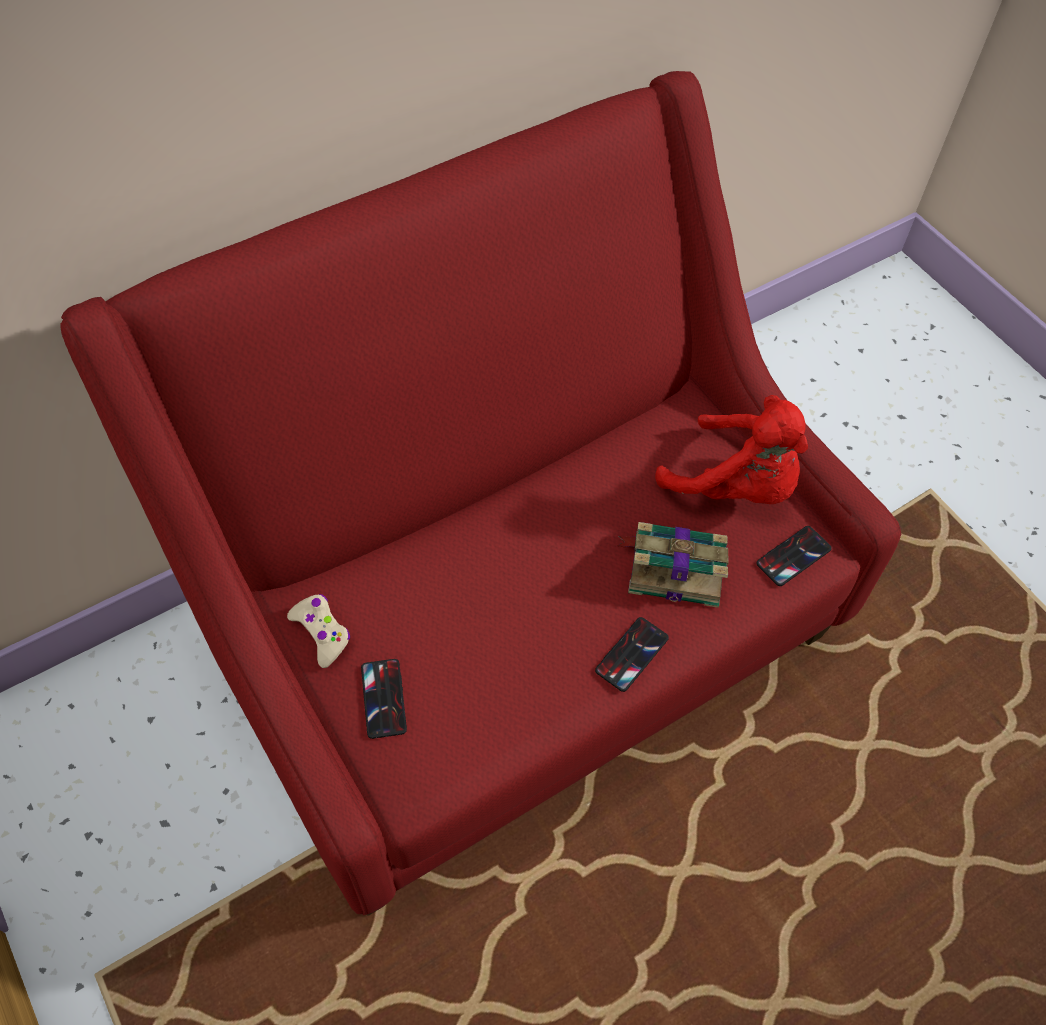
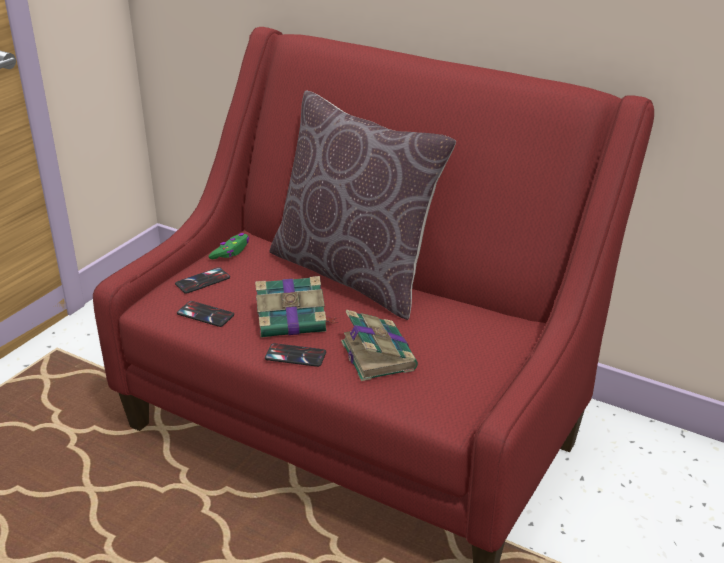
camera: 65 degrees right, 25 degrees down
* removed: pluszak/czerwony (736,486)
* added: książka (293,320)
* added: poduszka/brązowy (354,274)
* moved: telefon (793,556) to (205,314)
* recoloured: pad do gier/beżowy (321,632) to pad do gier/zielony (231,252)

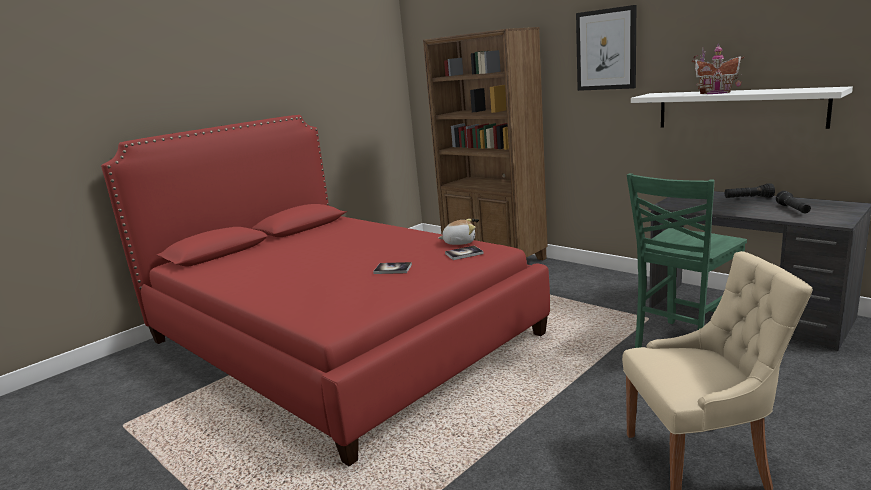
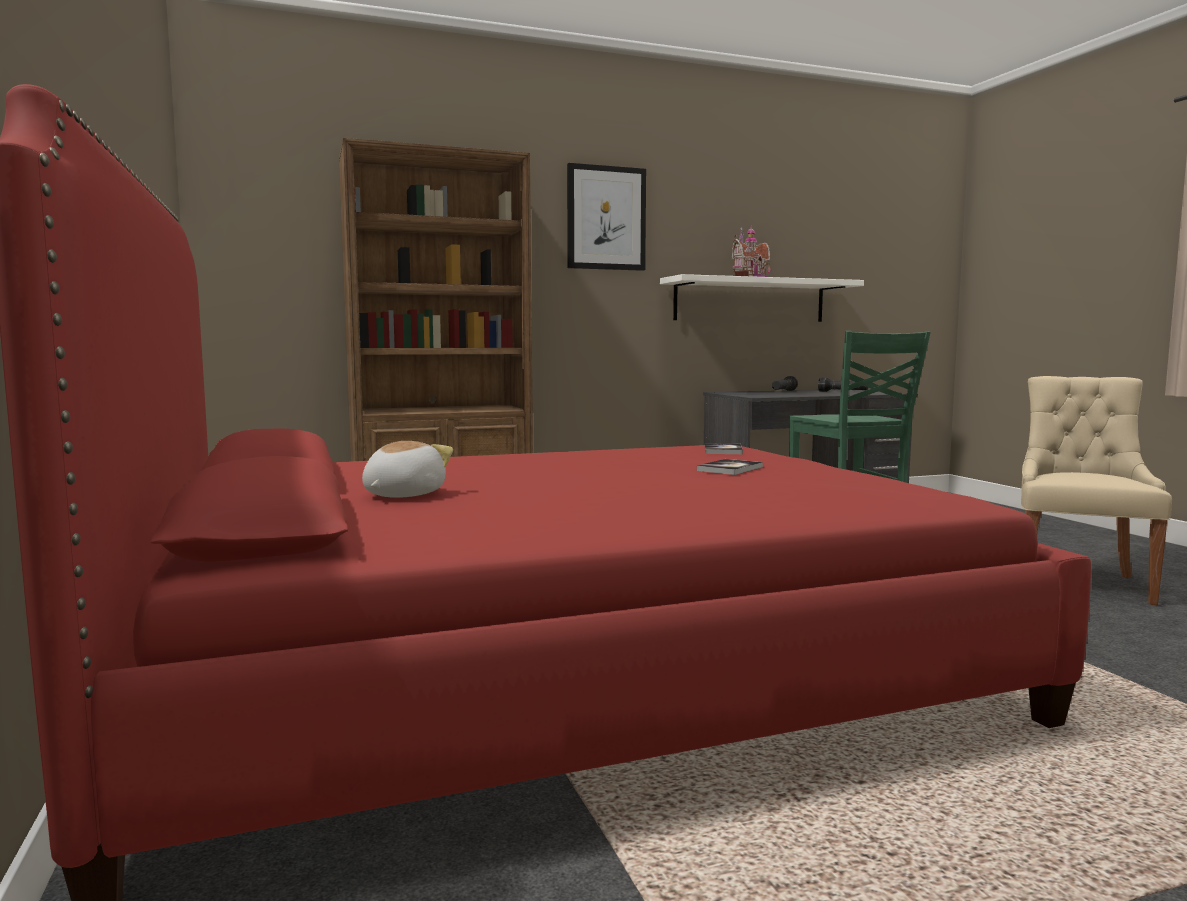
camera: 65 degrees left, 10 degrees down
* moved: pluszak (459,242) to (402,495)

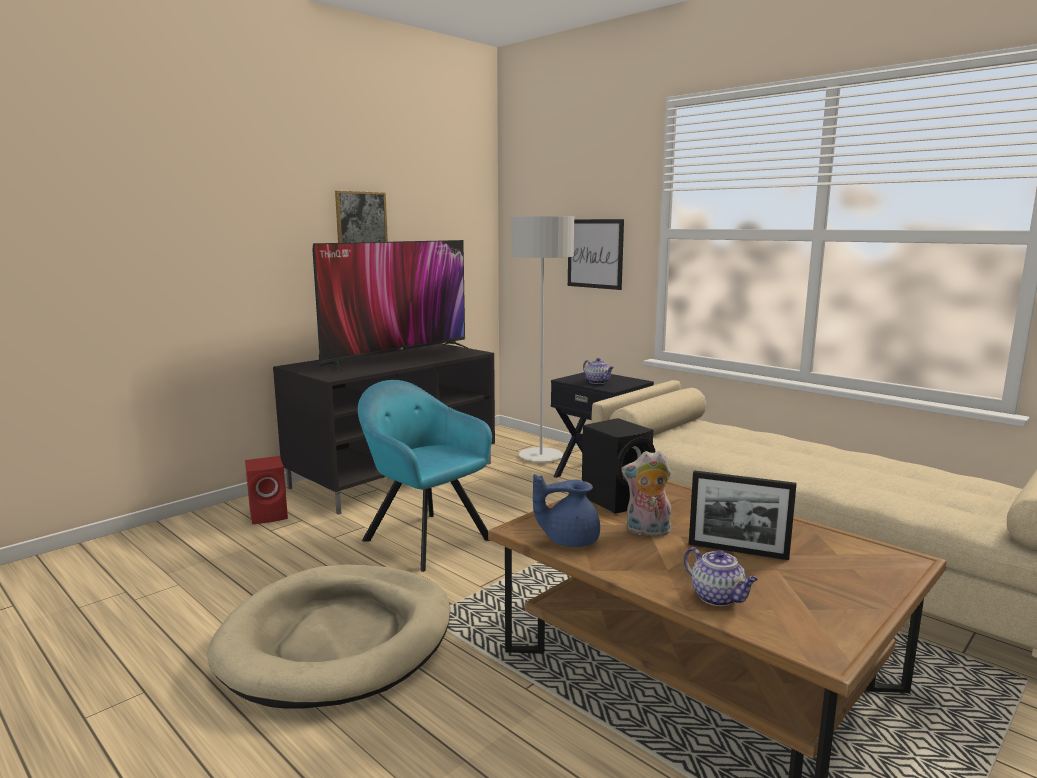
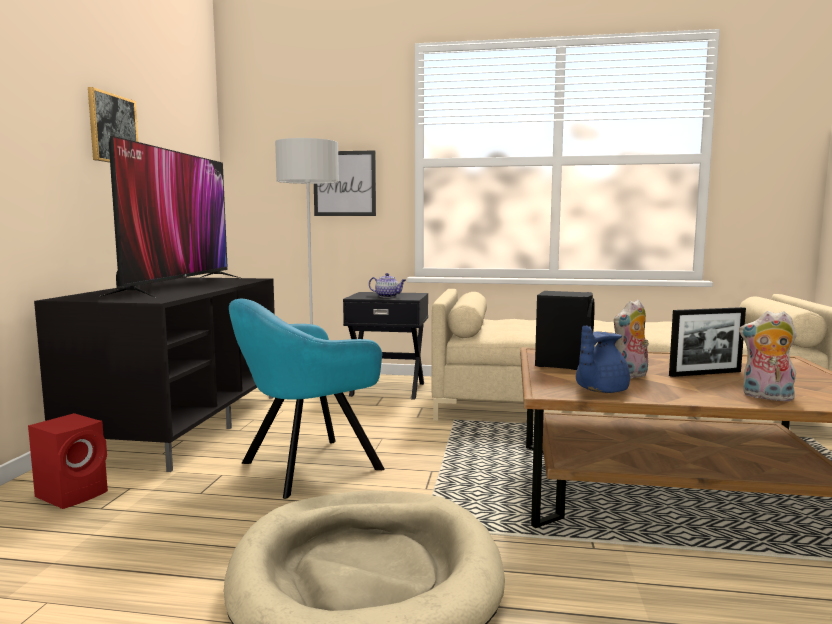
camera: 35 degrees left, 5 degrees down
* replaced: imbryk (718,598) to pluszak (766,397)
* turned: fotel/turkusowy (423,538) = (306,467) 45 degrees counterclockwise

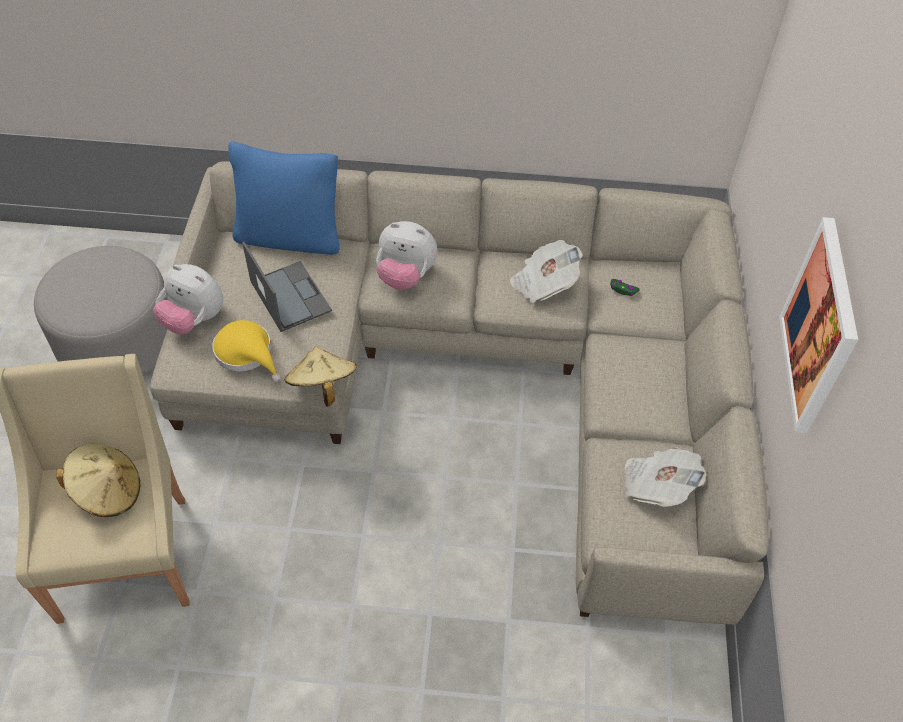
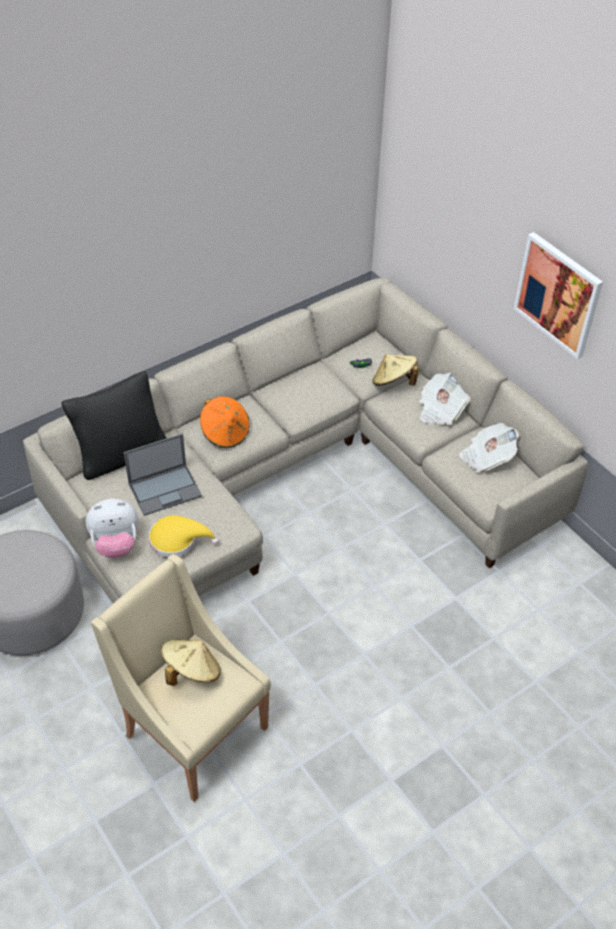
camera: 40 degrees left, 5 degrees down
* moved: kapelusz/beżowy (322,387) to (393,382)
* moved: gazeta (544,283) to (440,409)
* replaced: pluszak (405,276) to kapelusz/pomarańczowy (225,433)
* recoloured: poduszka/niebieski (290,237) to poduszka/czarny (121,455)
* turned: laptop (289,296) = (165,489) 135 degrees clockwise

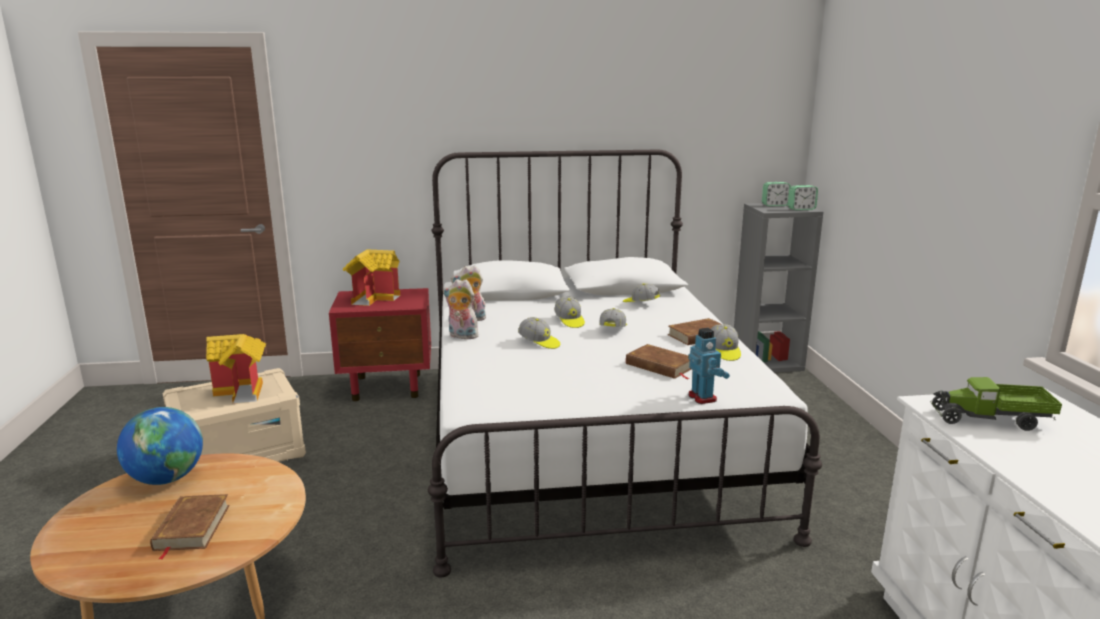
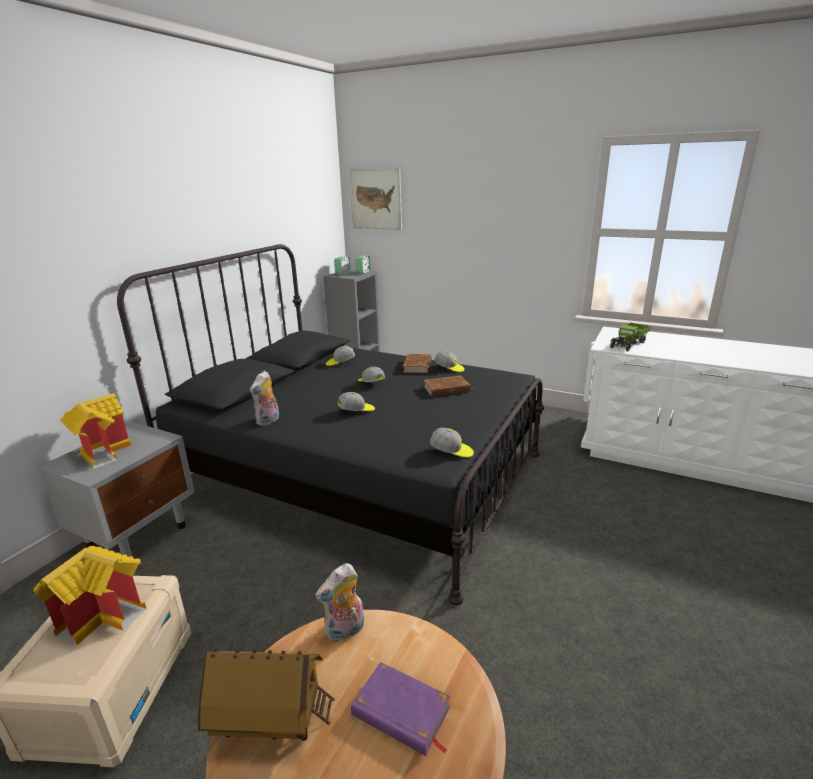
camera: 55 degrees left, 5 degrees up
* removed: robot zabawkowy (703,397)
* added: obraz (375,199)
* moved: pluszak (461,336) to (345,631)
* moved: czapka z daszkiem (569,321) to (451,451)
* replaced: globus (167,479) to domek (271,720)
* recoloured: książka/brązowy (191,527) to książka/fioletowy (401,712)
* recoloured: szafka nocna/czerwony (388,386) to szafka nocna/szary (139,535)
* recoloured: łóżko/biały (585,439) to łóżko/czarny (360,474)

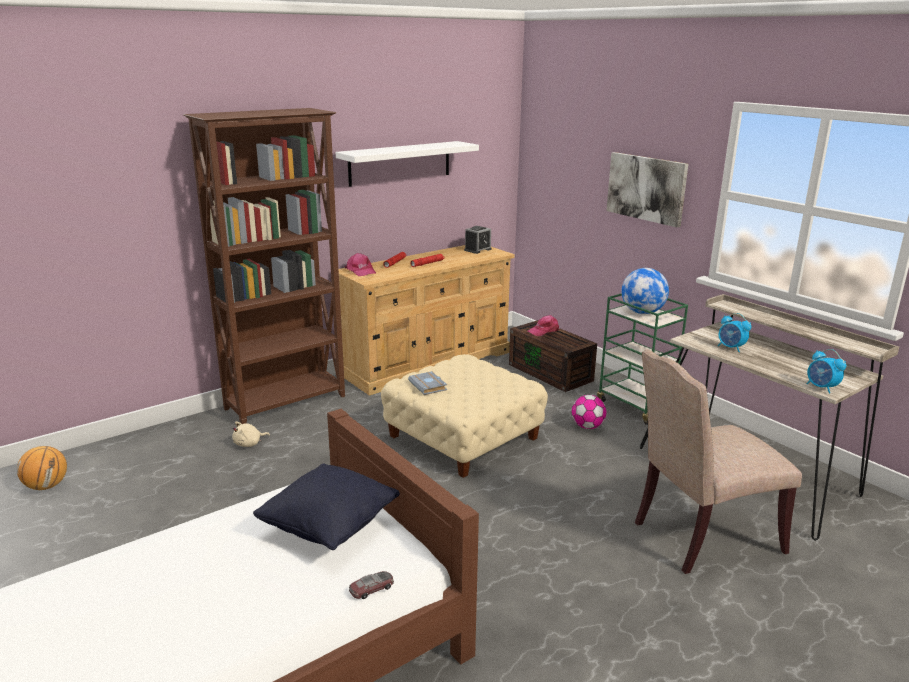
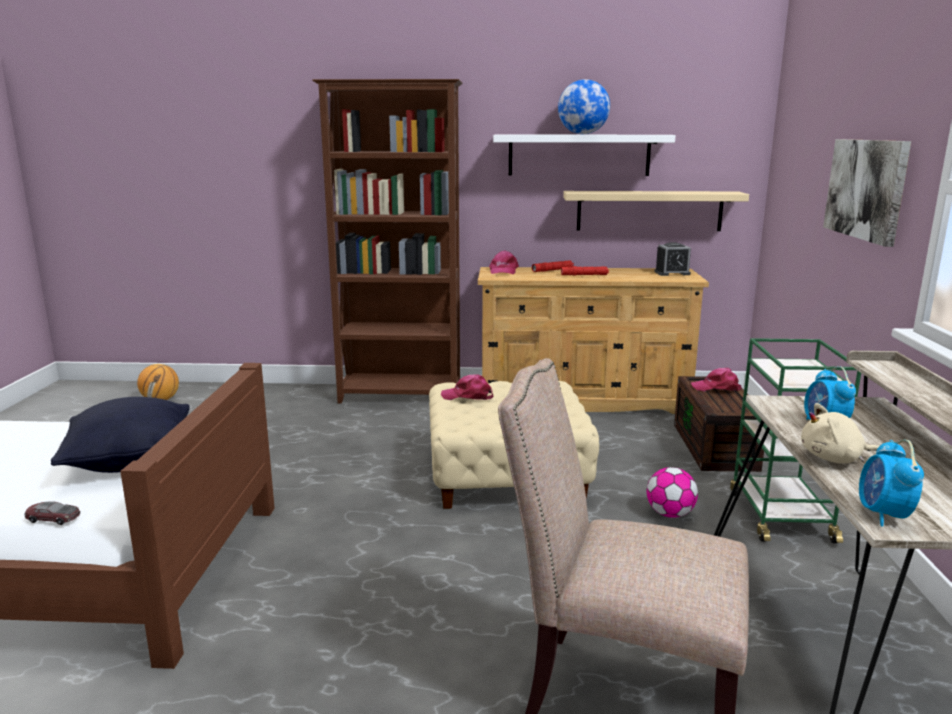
camera: 40 degrees right, 5 degrees down
* added: półka/beżowy (649,211)
* moved: pluszak/beżowy (249,444) to (834,459)
* moved: globus (642,312) to (583,134)
* replaced: książka/szary (429,386) to czapka z daszkiem/różowy (468,396)

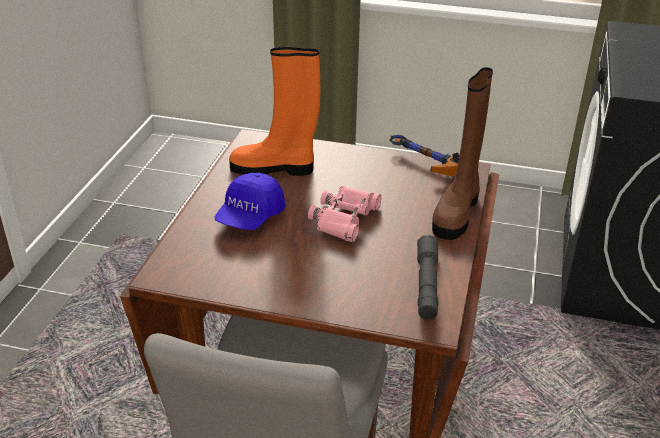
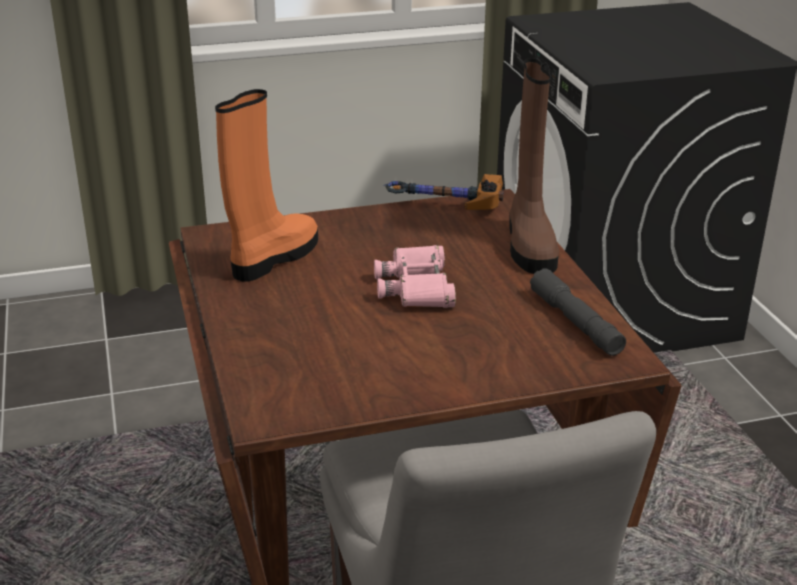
camera: 30 degrees left, 5 degrees down
* removed: czapka z daszkiem/niebieski (250,217)
* turned: but z cholewką/pomarańczowy (275,168) = (273,258) 150 degrees clockwise

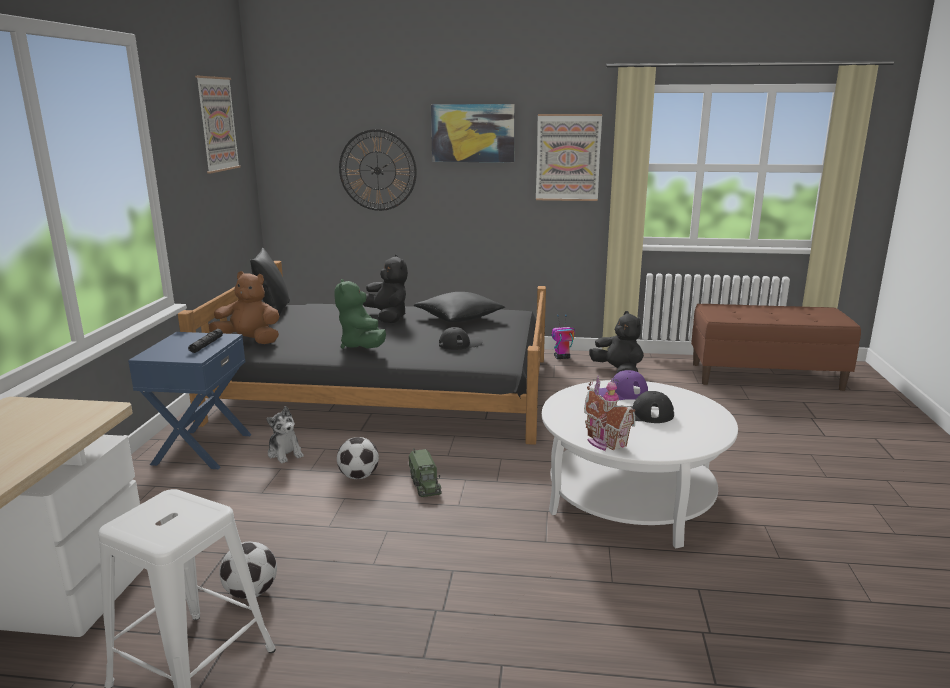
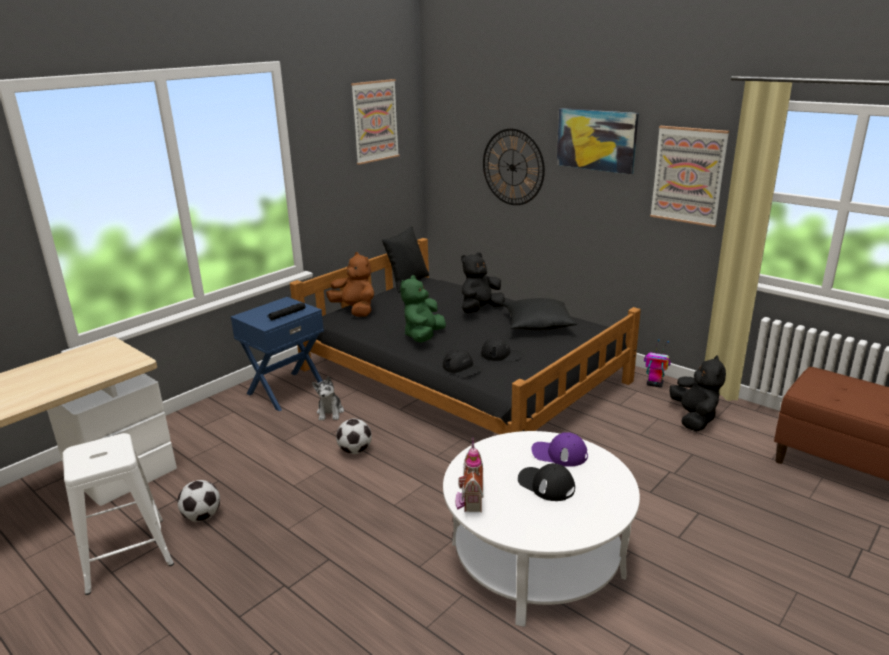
camera: 35 degrees right, 5 degrees up
* removed: ciężarówka zabawkowa (425,485)
* added: czapka z daszkiem/czarny (462,368)
* turned: pluszak/czarny (388,317) = (480,310) 135 degrees counterclockwise

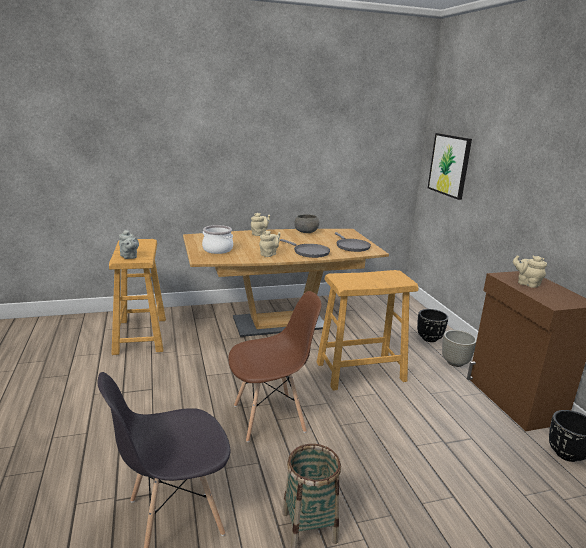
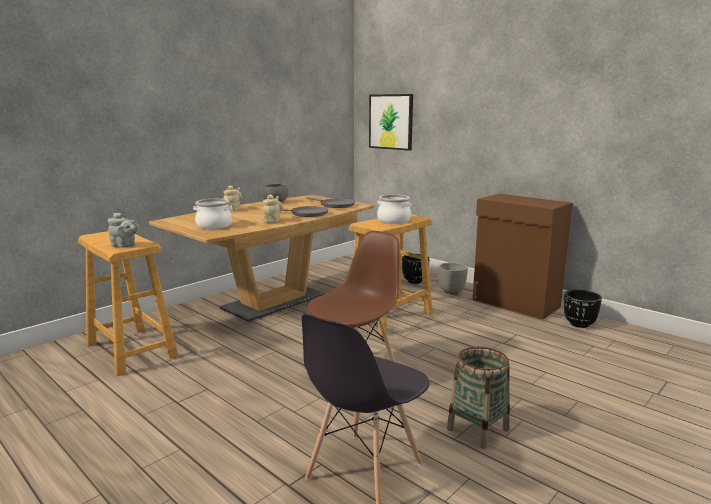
camera: 30 degrees left, 5 degrees down
* removed: imbryk/beżowy (526,283)
* added: garnek (393,221)

